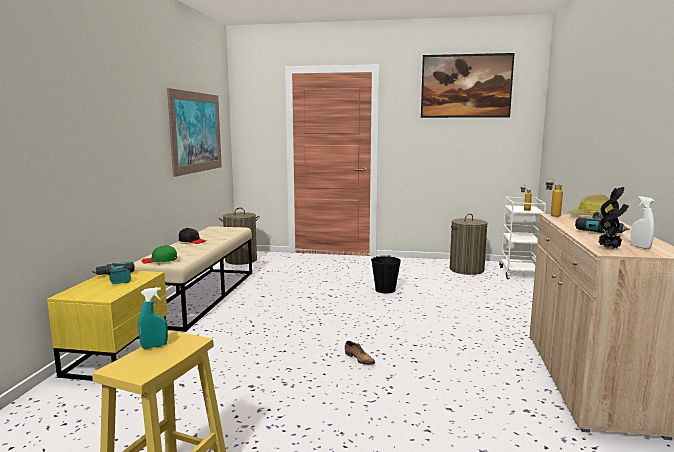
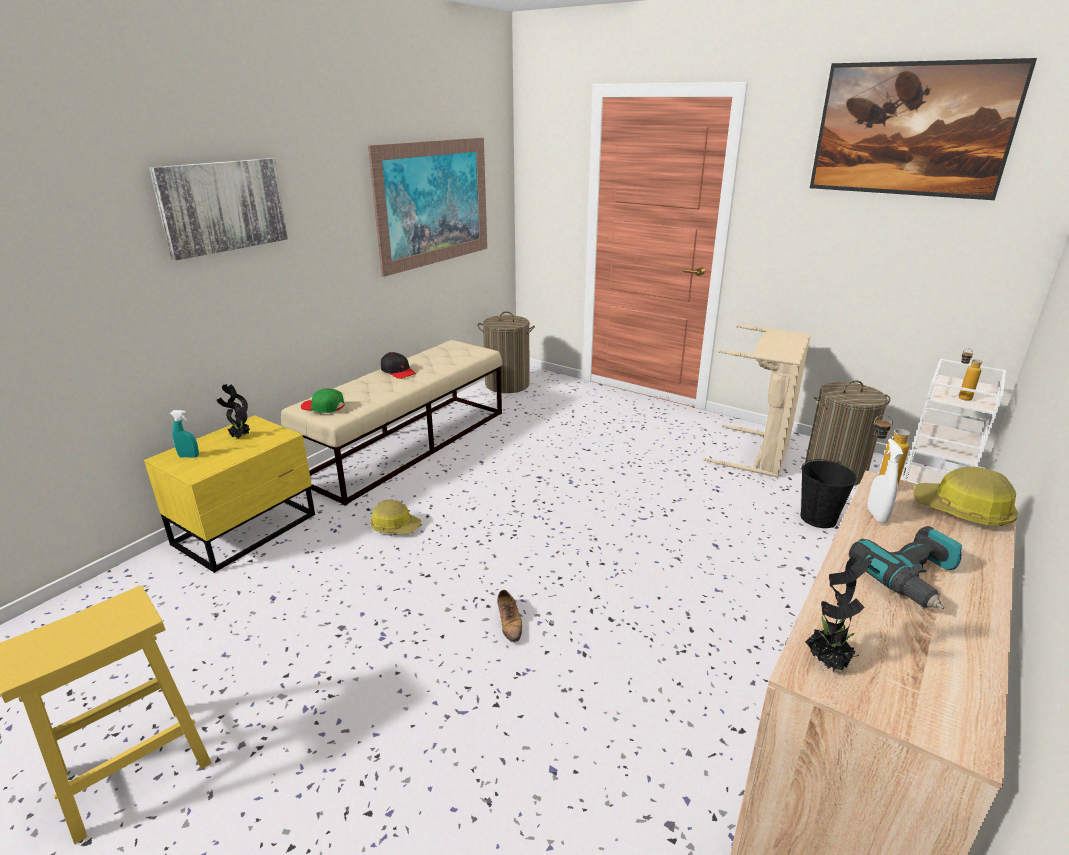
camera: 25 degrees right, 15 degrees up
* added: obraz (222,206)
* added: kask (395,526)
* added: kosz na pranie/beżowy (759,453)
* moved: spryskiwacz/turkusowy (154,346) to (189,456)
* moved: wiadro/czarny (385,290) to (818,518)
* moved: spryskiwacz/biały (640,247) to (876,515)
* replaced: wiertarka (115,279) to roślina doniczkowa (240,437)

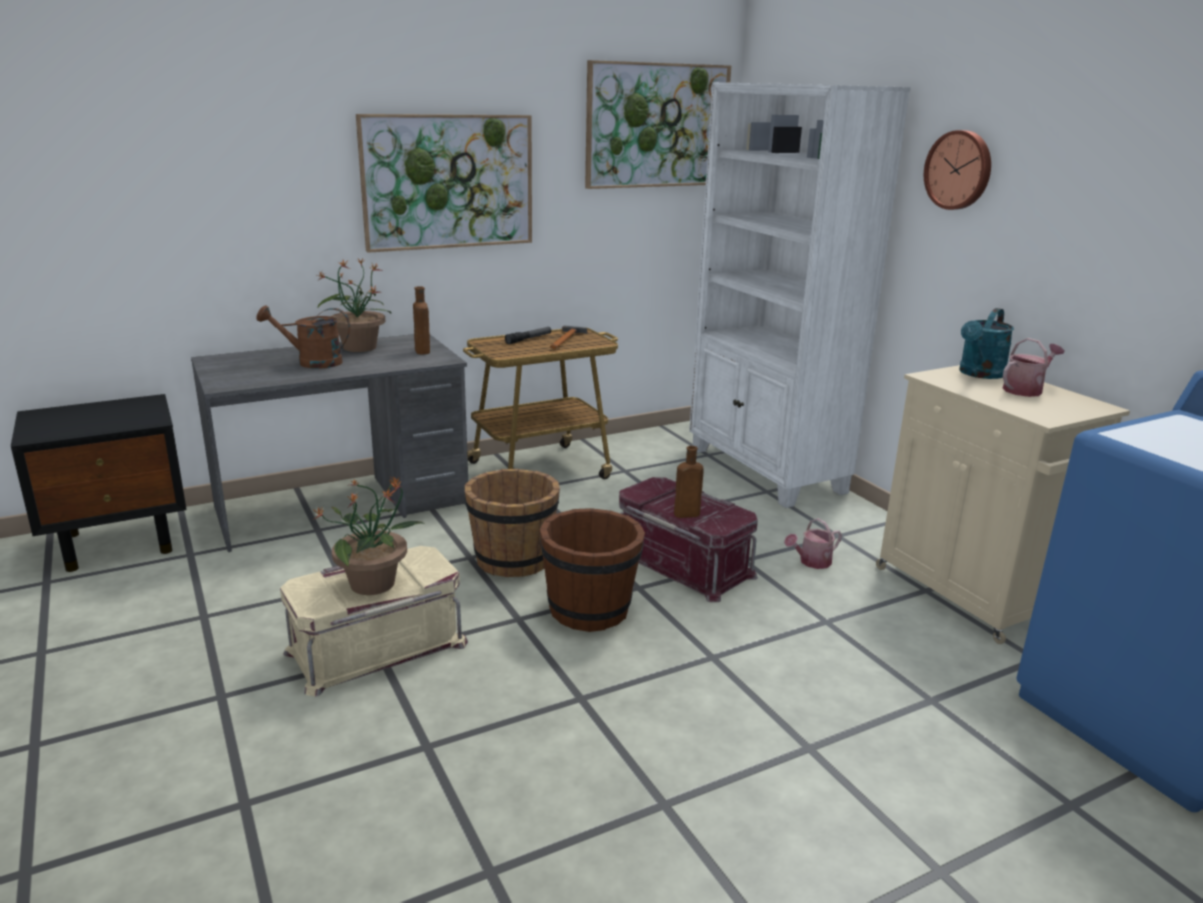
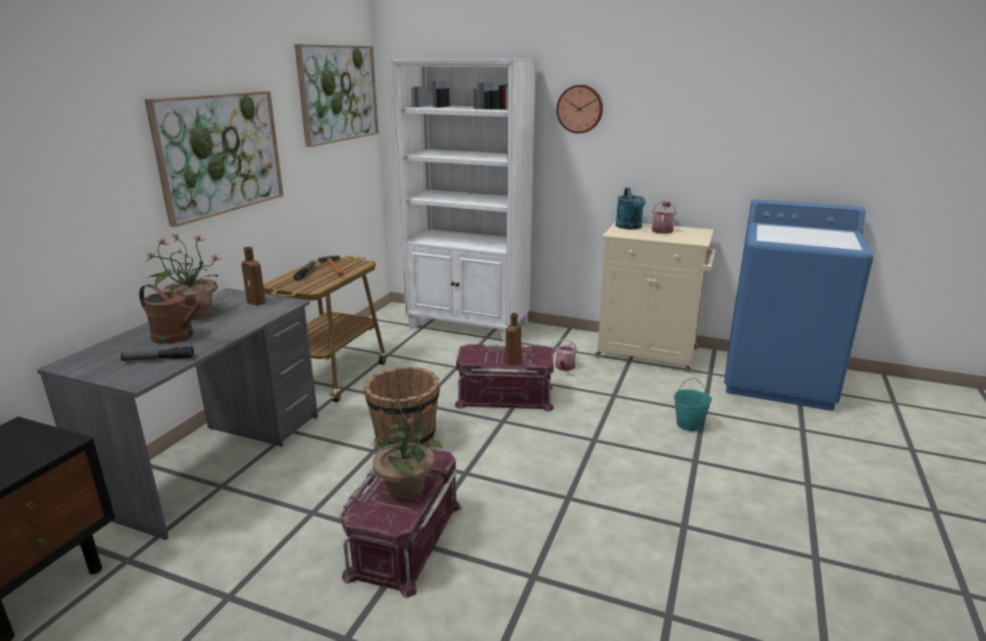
camera: 40 degrees left, 0 degrees up
* removed: wiadro/brązowy (590,610)
* added: latarka (158,359)
* added: wiadro/turkusowy (689,424)
* recoloured: pojemnik do przechowywania/beżowy (376,646) to pojemnik do przechowywania/czerwony (404,539)
* turned: konewka/brązowy (312,362) = (179,337) 120 degrees counterclockwise

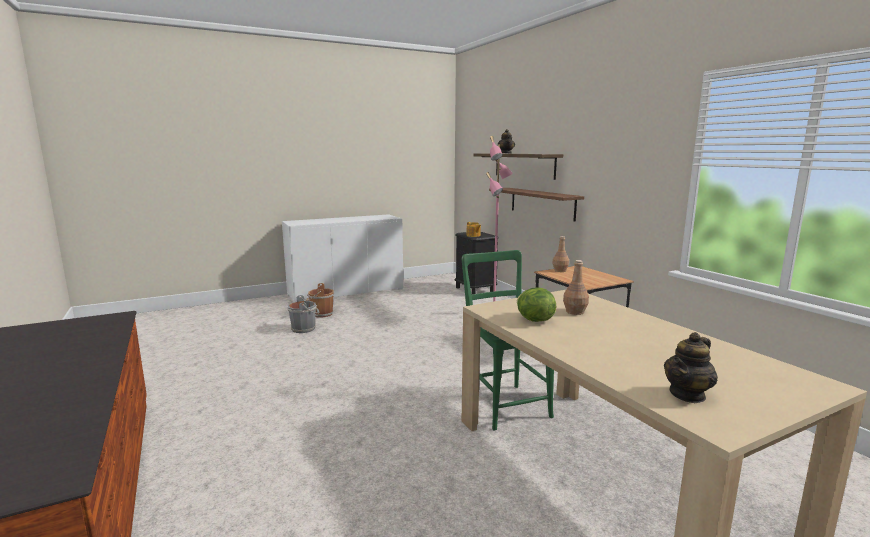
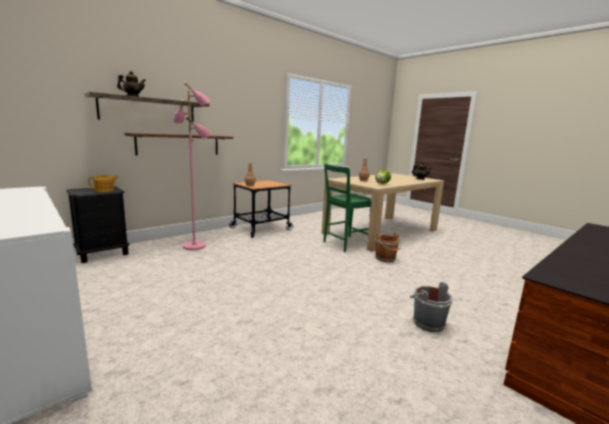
camera: 105 degrees left, 0 degrees up
* moved: wiadro/szary (304,328) to (427,323)
* moved: wiadro/brązowy (321,314) to (386,258)

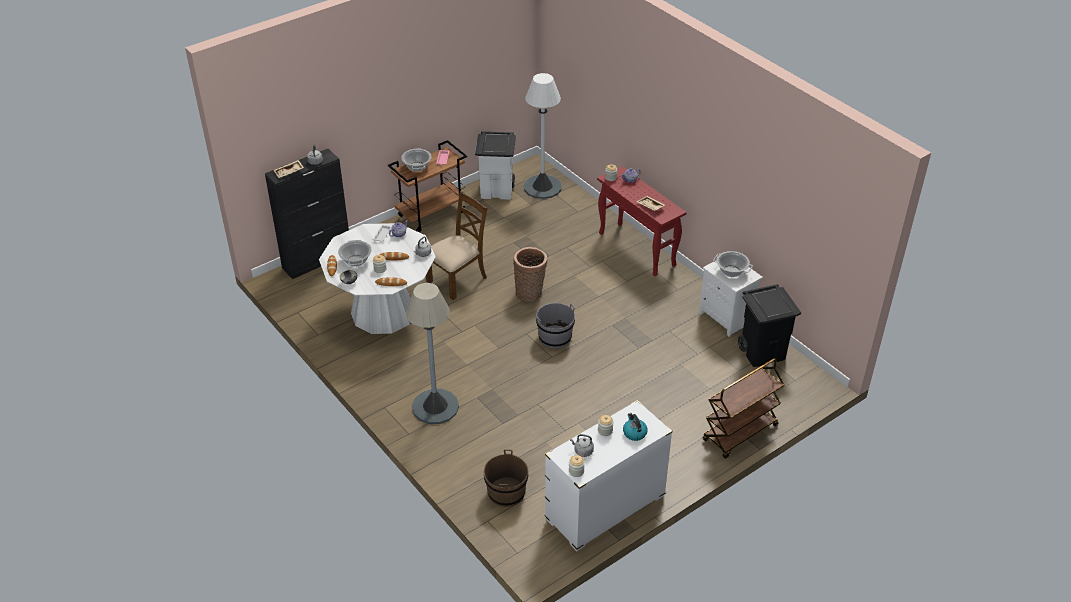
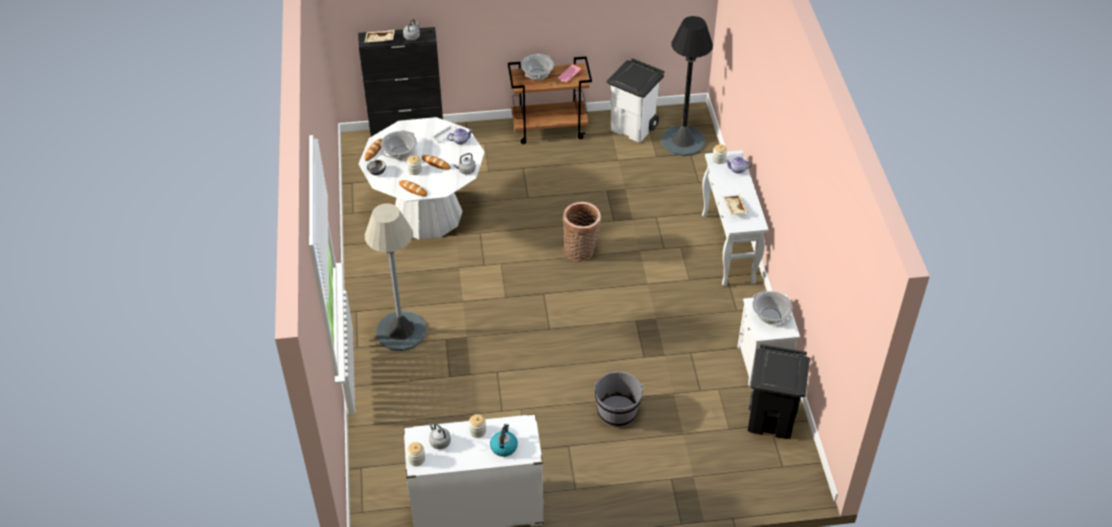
camera: 30 degrees right, 5 degrees up
* removed: krzesło/brązowy (458,279)
* removed: wiadro/brązowy (506,492)
* removed: wózek/brązowy (740,433)
* moved: wiadro/szary (555,337) to (617,412)
* recoloured: lampa stojąca/biały (542,187) to lampa stojąca/czarny (683,141)
* recoloured: stolik konsolowy/czerwony (637,249) to stolik konsolowy/biały (728,249)

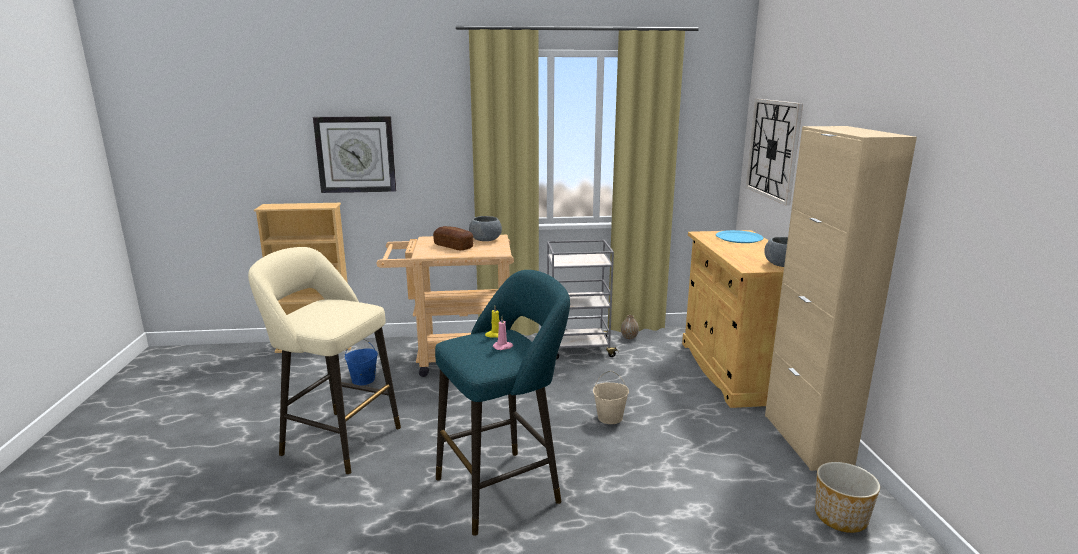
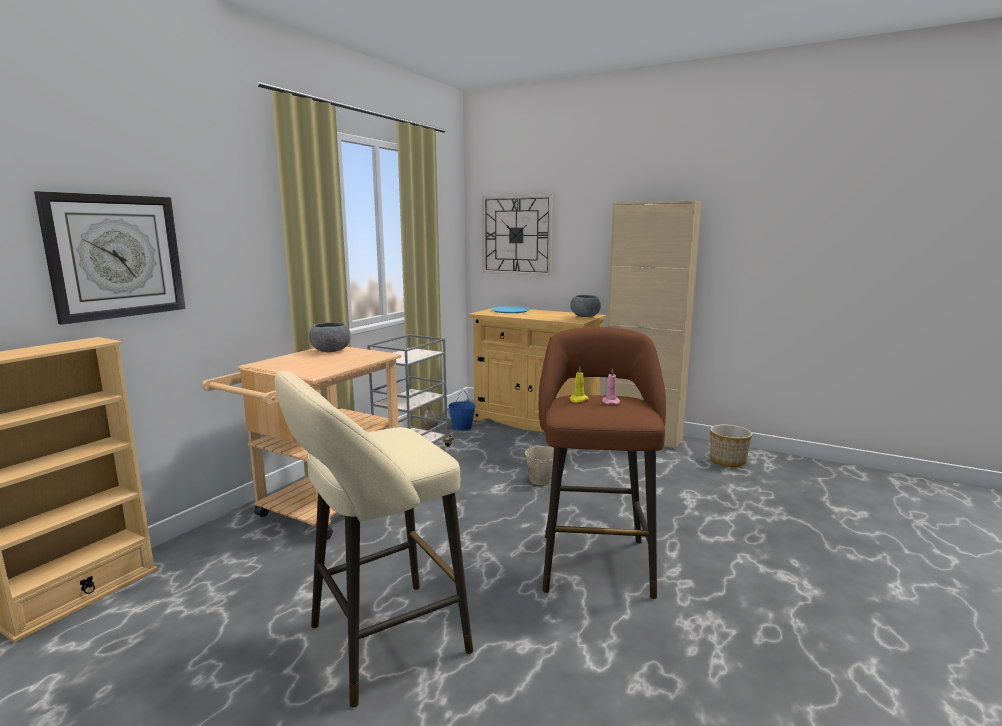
camera: 55 degrees left, 5 degrees down
* removed: chleb (453,246)
* moved: wiadro/niebieski (363,380) to (462,427)
* recoloured: stołek/turkusowy (504,487) to stołek/brązowy (595,560)

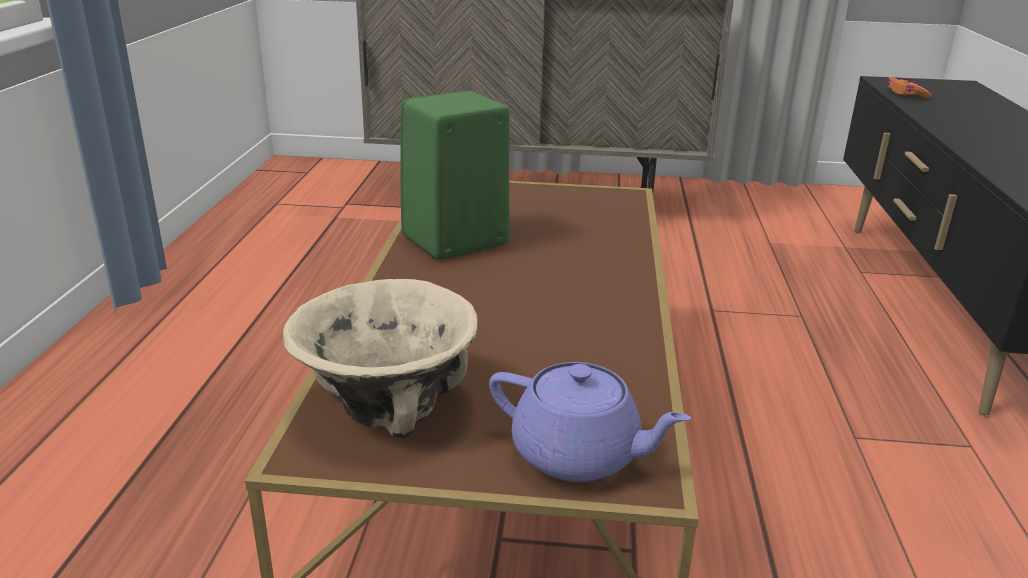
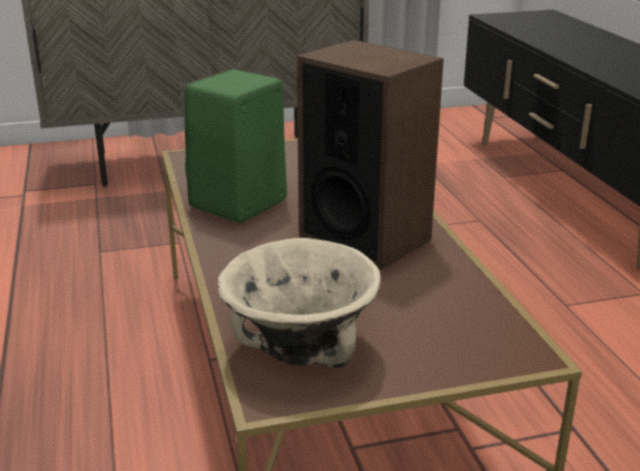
camera: 20 degrees left, 0 degrees up
* removed: imbryk/fioletowy (578,455)
* removed: pad do gier/pomarańczowy (905,94)
* added: głośnik (365,237)

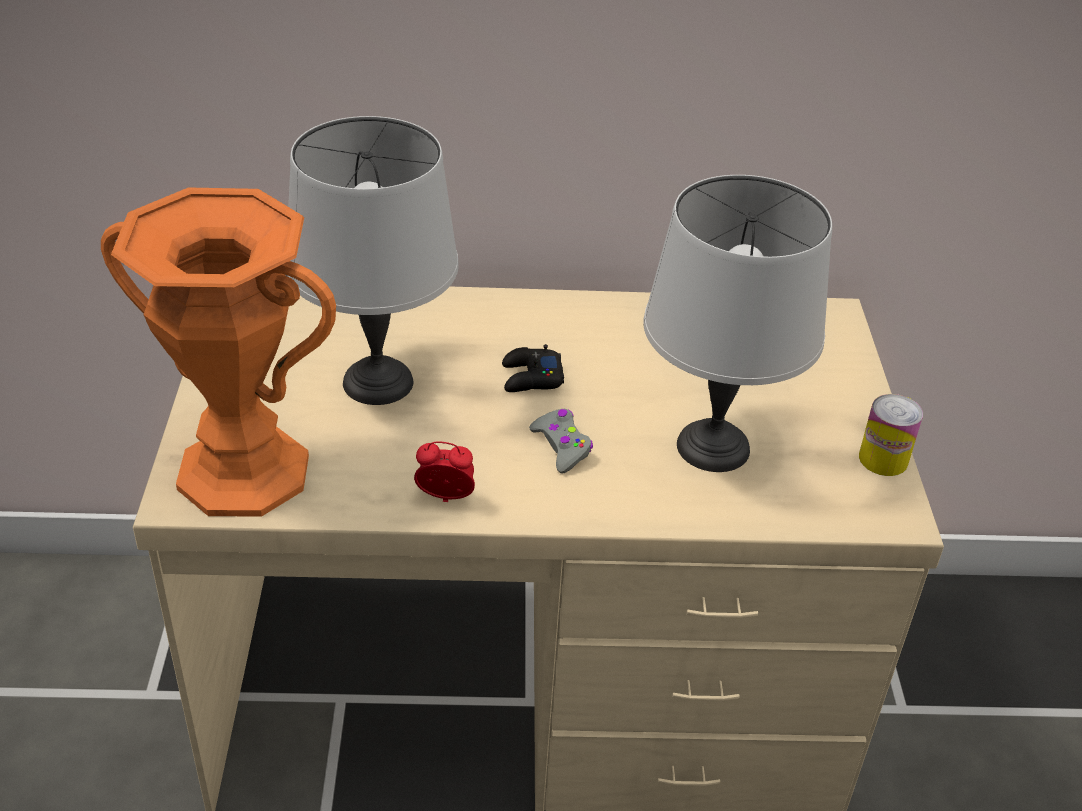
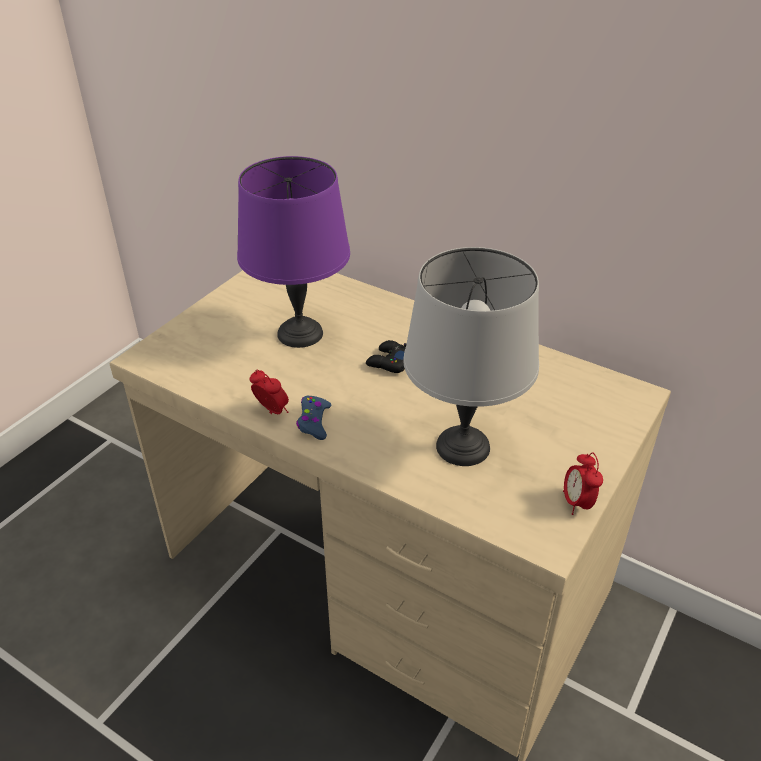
camera: 35 degrees right, 0 degrees up
* removed: wazon/pomarańczowy (244,472)
* removed: pad do gier/szary (562,446)
* added: pad do gier/niebieski (314,422)
* replaced: puszka (883,459) to budzik (577,503)
* recoloured: lampa stołowa/szary (376,382) to lampa stołowa/fioletowy (299,333)

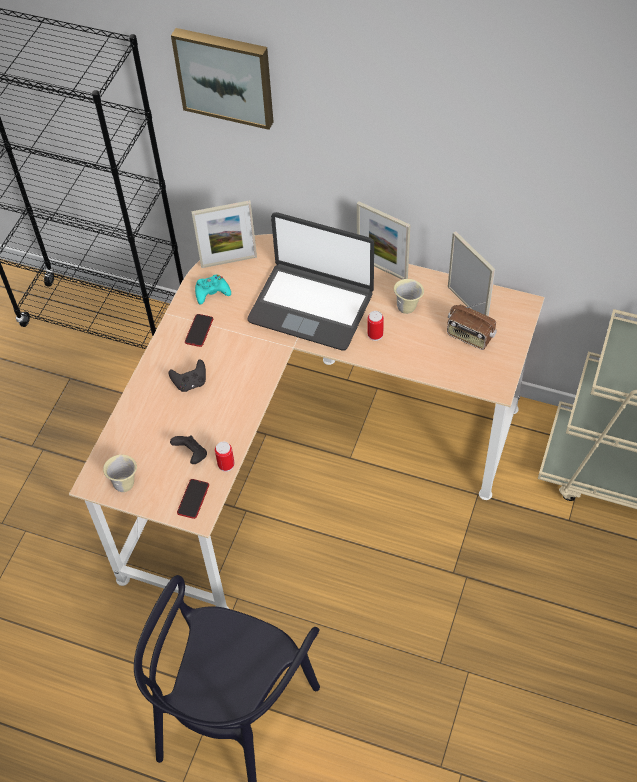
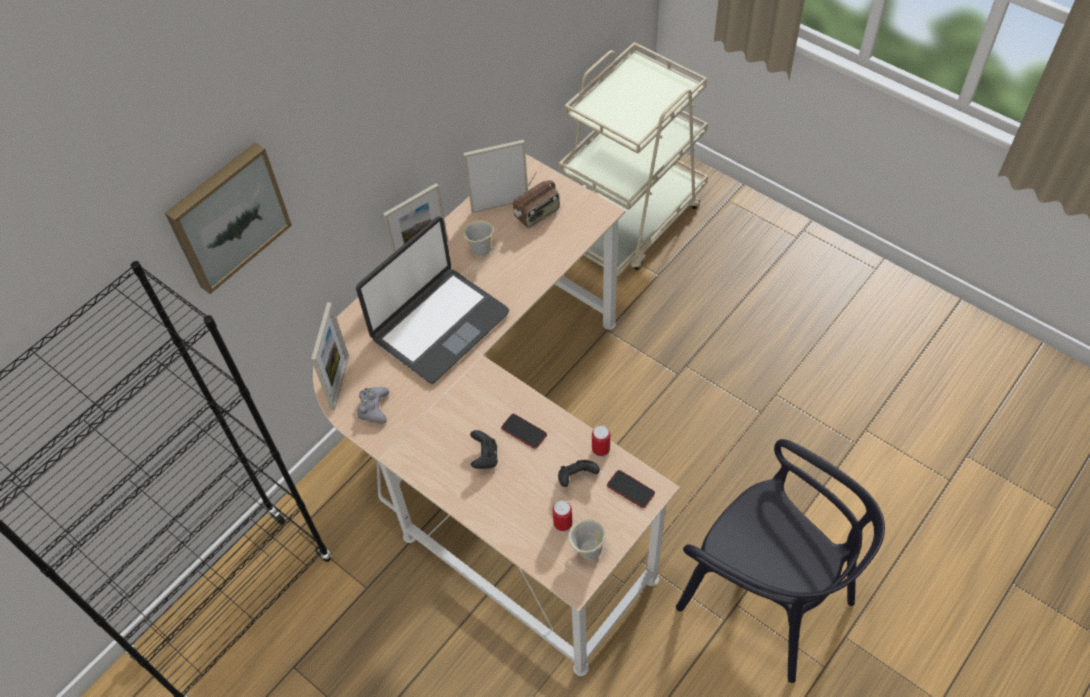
camera: 70 degrees left, 0 degrees up
* moved: telefon (199,331) to (524,431)
* moved: puszka (375,335) to (563,523)
* recoloured: pad do gier/turkusowy (212,292) to pad do gier/szary (373,408)

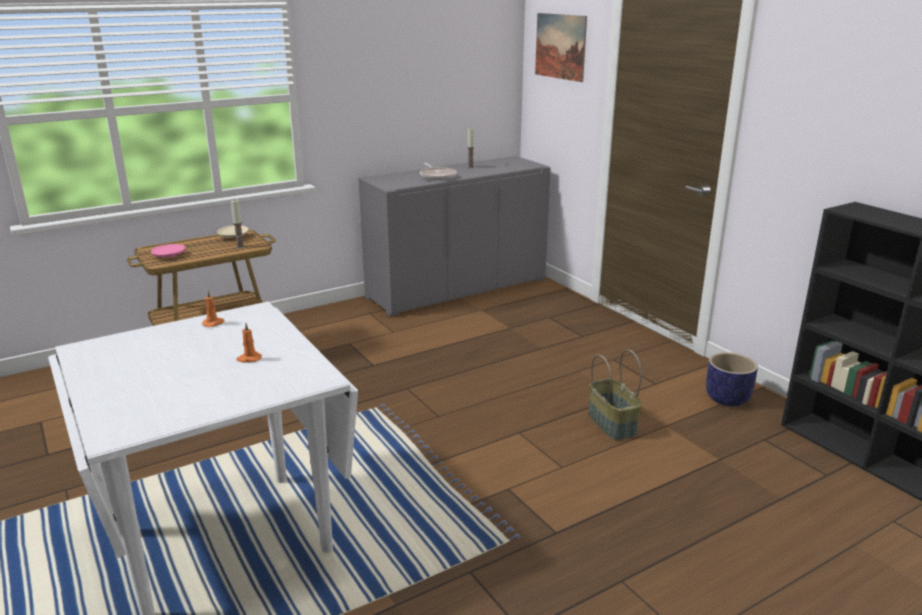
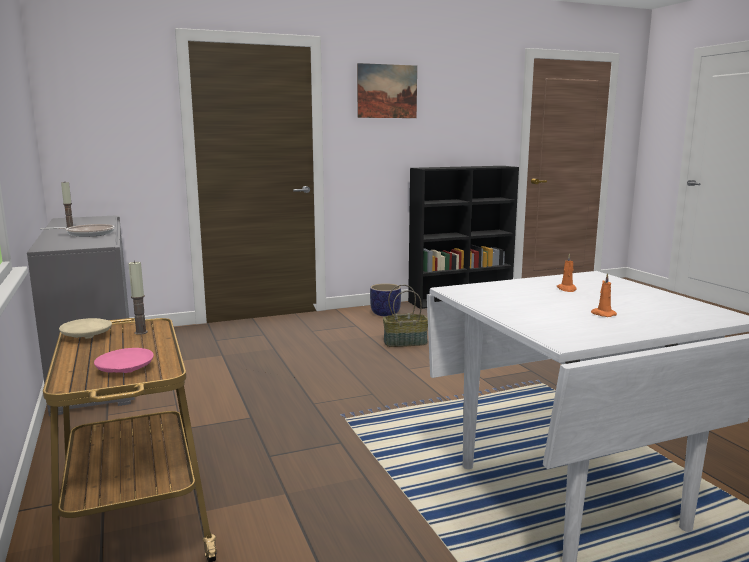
camera: 80 degrees left, 10 degrees down
* moved: świeca/pomarańczowy (213,323) to (602,314)
* moved: obraz (560,46) to (387,91)

